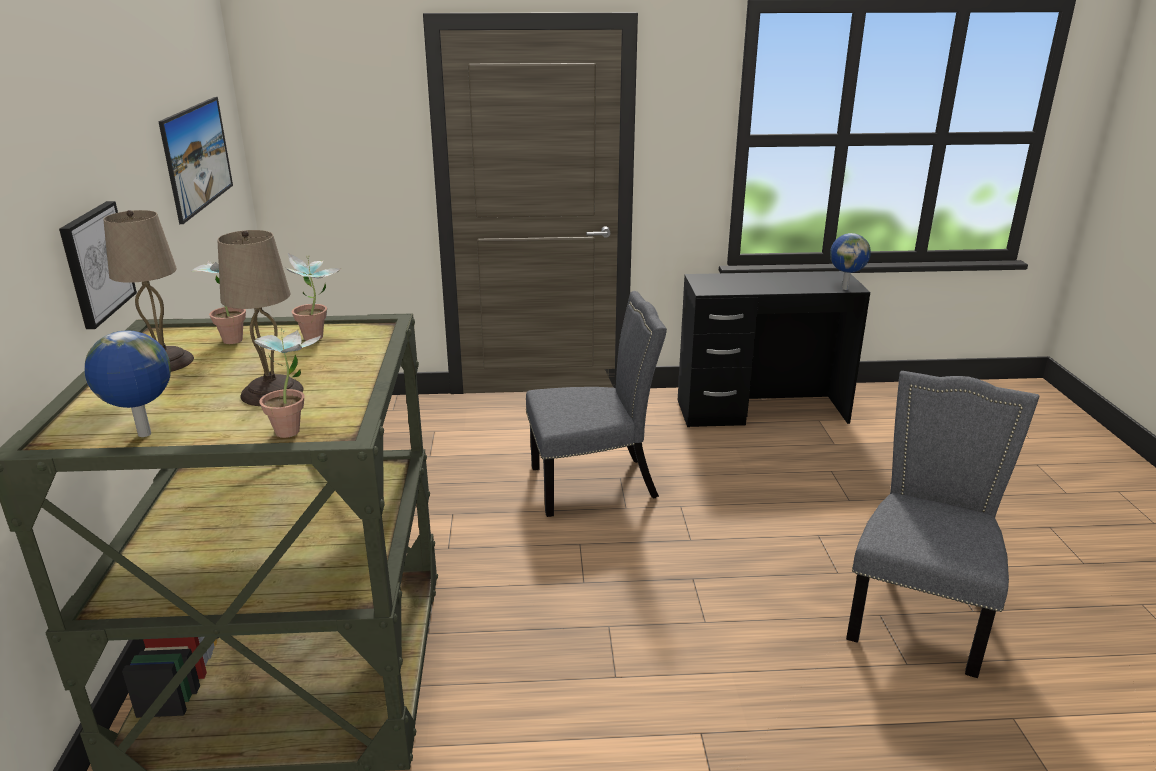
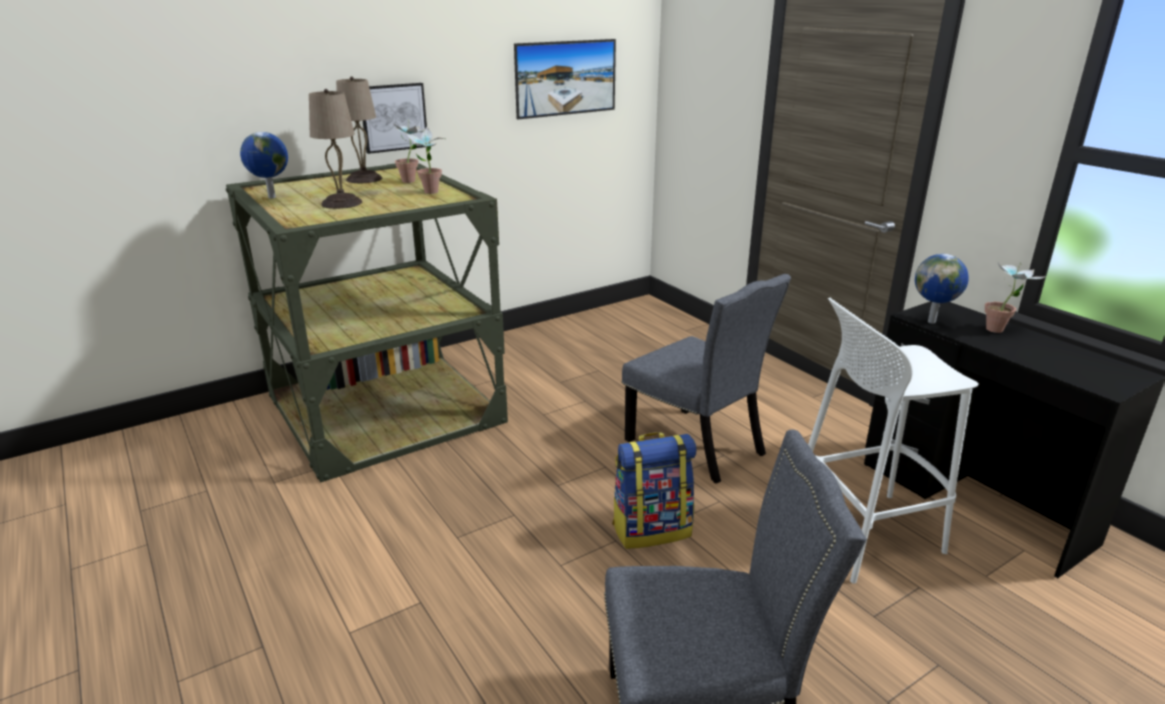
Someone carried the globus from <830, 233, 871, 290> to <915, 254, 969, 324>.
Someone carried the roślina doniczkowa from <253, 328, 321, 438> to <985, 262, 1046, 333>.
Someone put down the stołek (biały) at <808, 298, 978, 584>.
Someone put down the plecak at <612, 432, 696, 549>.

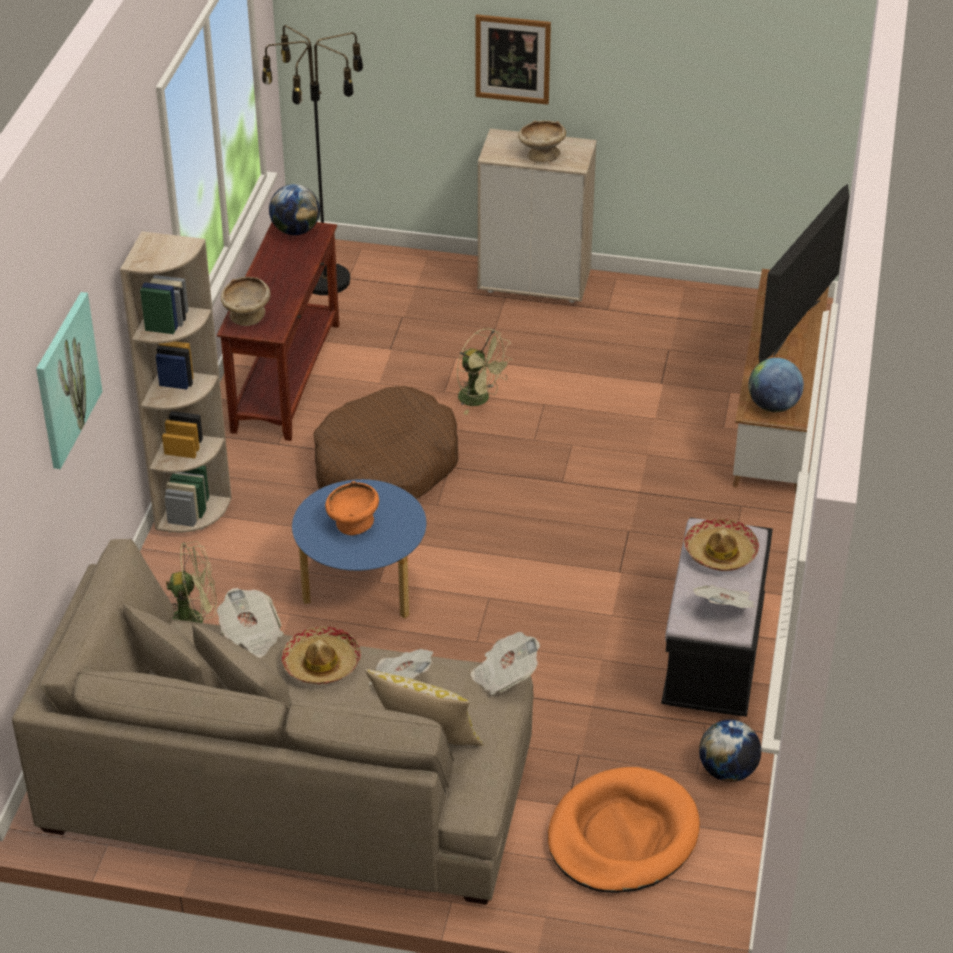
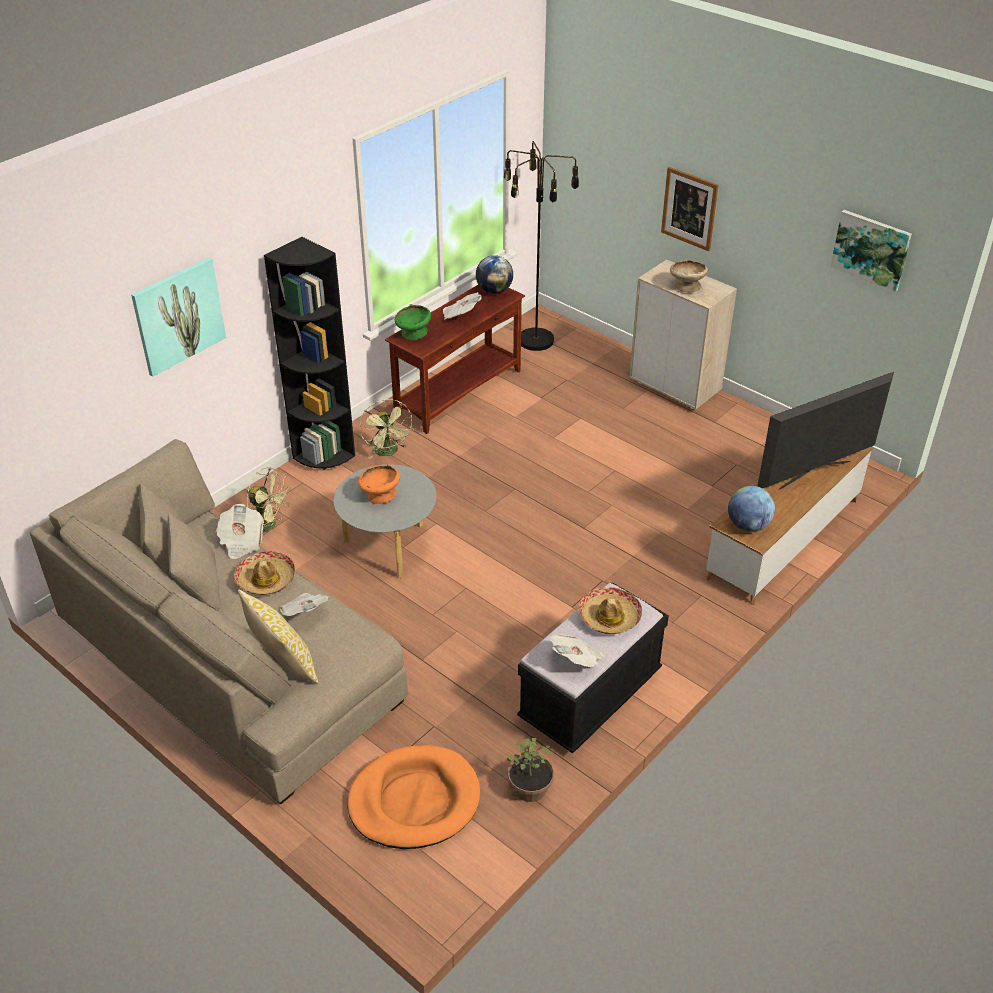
Someone repainted the regał (beżowy) at <120, 231, 232, 533>, which became the regał (czarny) at <264, 237, 355, 470>.
Someone repainted the miska (beżowy) at <221, 277, 271, 326>, which became the miska (zielony) at <395, 304, 431, 341>.
Someone carried the wentylator (zielony) from <457, 328, 513, 415> to <359, 399, 412, 459>.
Someone took away the legowisko (brązowy) at <313, 386, 458, 499>.
Someone repainted the ława (niebieski) at <292, 479, 426, 619>, which became the ława (szary) at <334, 464, 437, 579>.
Someone carried the gazeta from <470, 632, 540, 695> to <443, 292, 482, 320>.
Someone swapped the globus at <699, 720, 761, 782> for the roślina doniczkowa at <507, 738, 554, 802>.
Someone put up the obraz at <830, 210, 912, 292>.

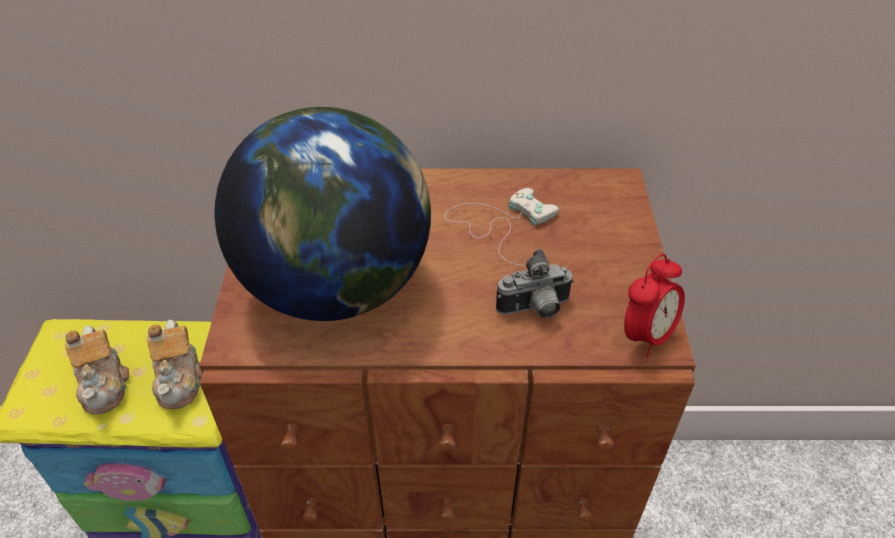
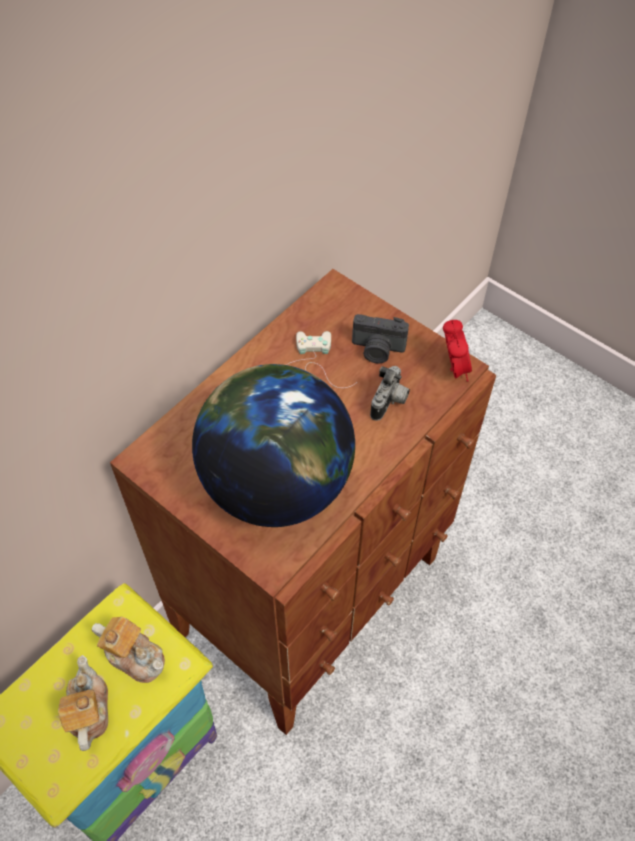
Someone rotated the imbryk at <65, 326, 129, 414> by 120 degrees counterclockwise.
Someone put down the aparat fotograficzny at <352, 314, 409, 364>.

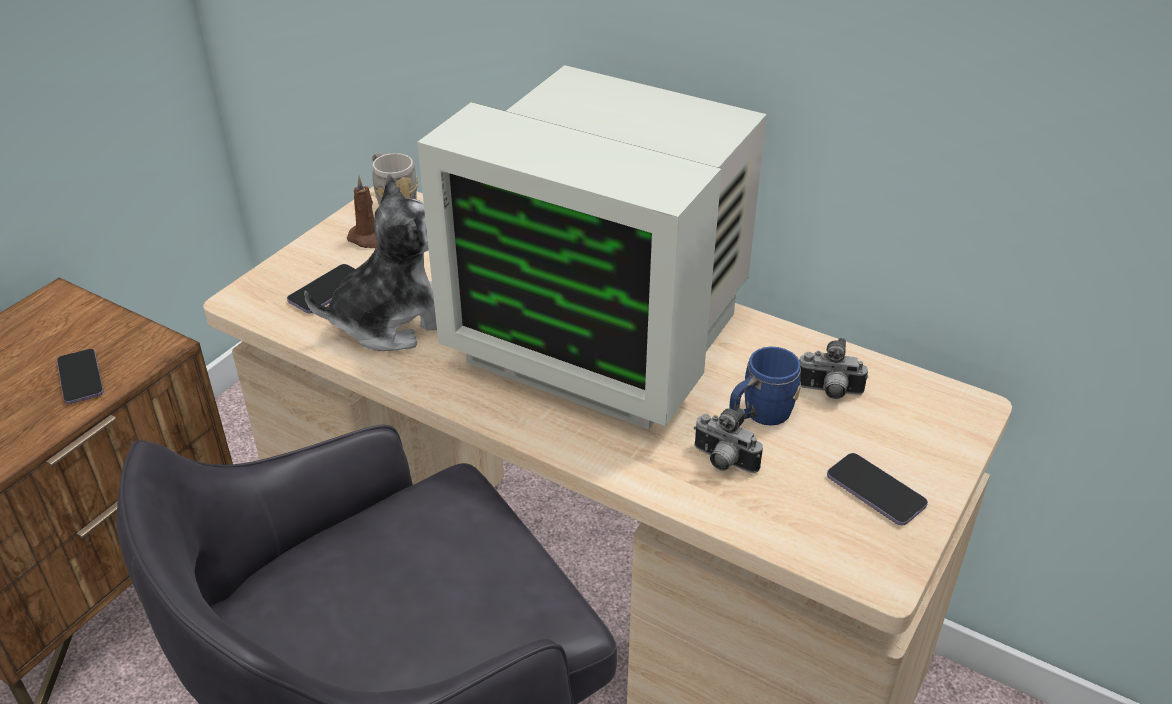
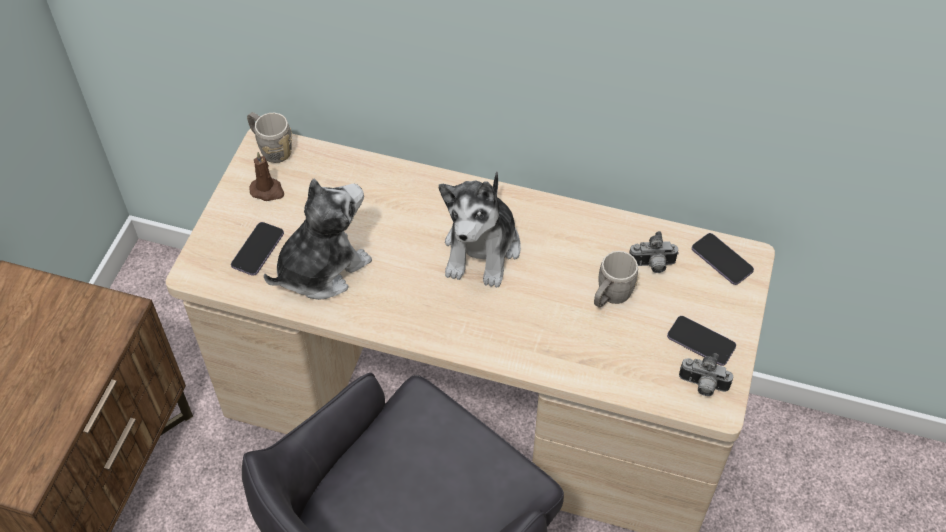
Someone swapped the monitor at <417, 65, 767, 430> for the pluszak at <439, 172, 521, 288>.
Someone repainted the kubek (niebieski) at <729, 347, 801, 426>, which became the kubek (szary) at <594, 251, 639, 308>.
Someone carried the telefon from <57, 349, 104, 404> to <692, 233, 754, 285>.
Someone carried the aparat fotograficzny from <694, 408, 763, 473> to <679, 353, 733, 396>.

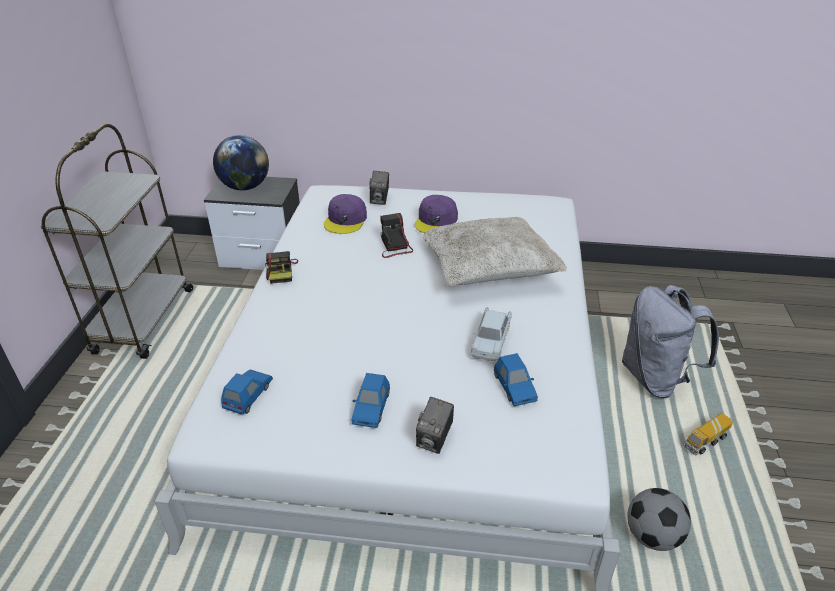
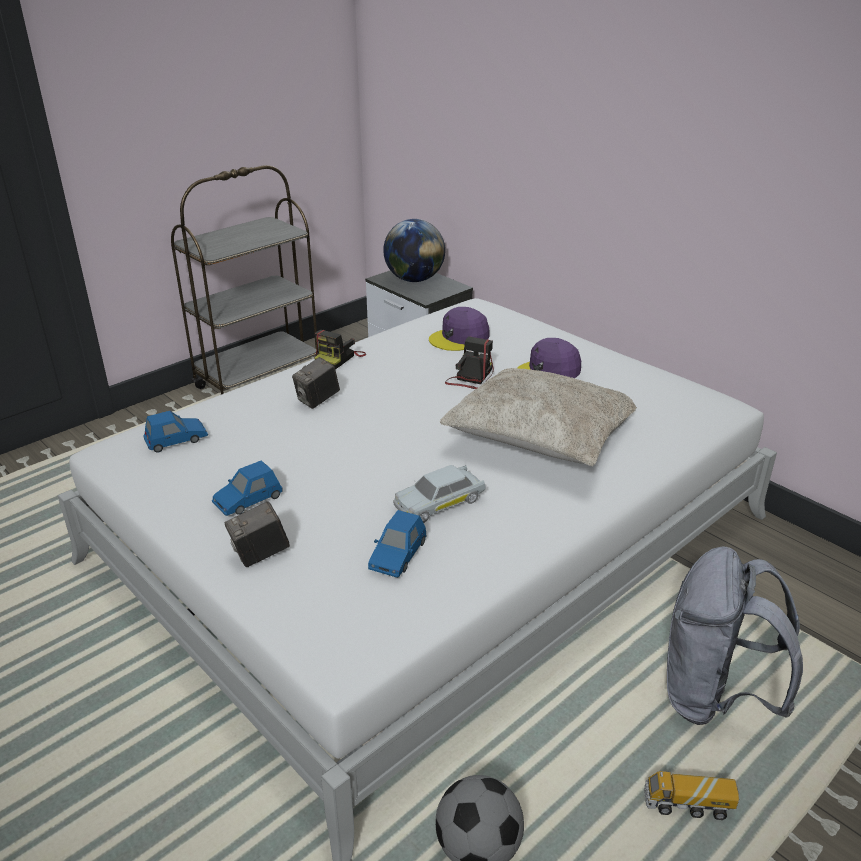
Someone carried the aparat fotograficzny from <369, 171, 389, 205> to <292, 357, 340, 409>.

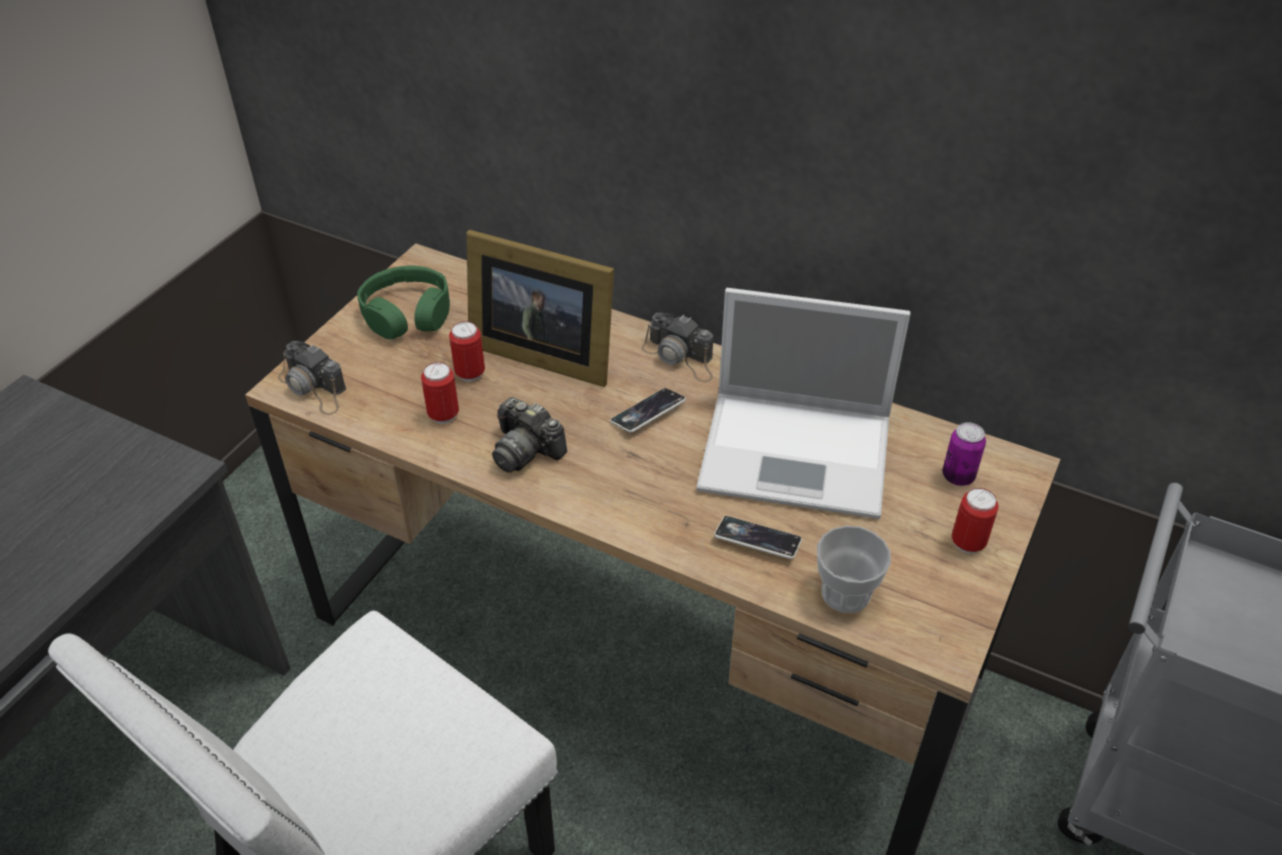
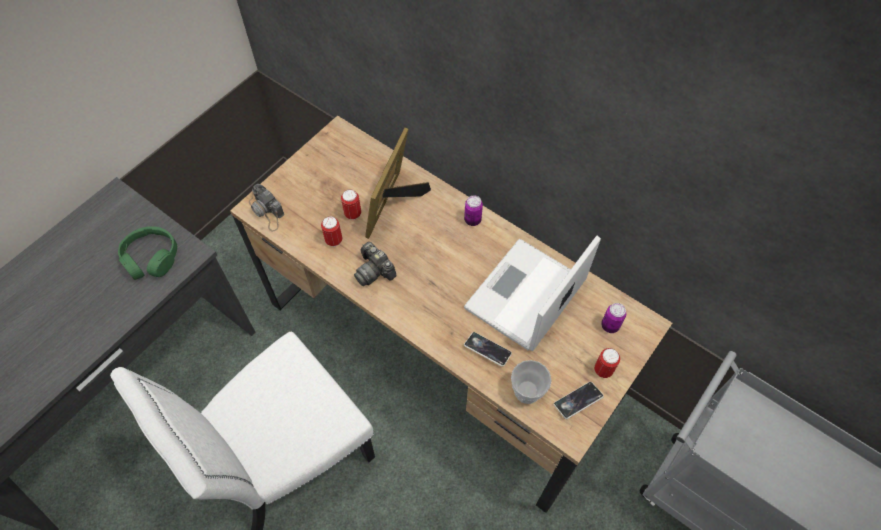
Someone rotated the ramka na zdjęcie at <467, 230, 614, 387> by 75 degrees clockwise.
Someone carried the słuchawki (zielony) from <357, 266, 450, 339> to <118, 226, 177, 280>.
Someone rotated the laptop at <696, 288, 910, 519> by 105 degrees clockwise.
Someone swapped the aparat fotograficzny at <641, 313, 714, 382> for the puszka at <464, 195, 483, 226>.
Someone carried the telefon from <610, 388, 686, 433> to <554, 382, 604, 419>.

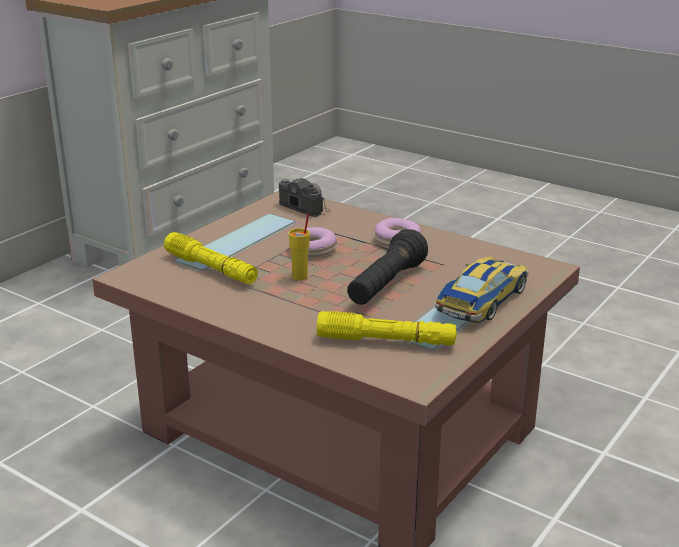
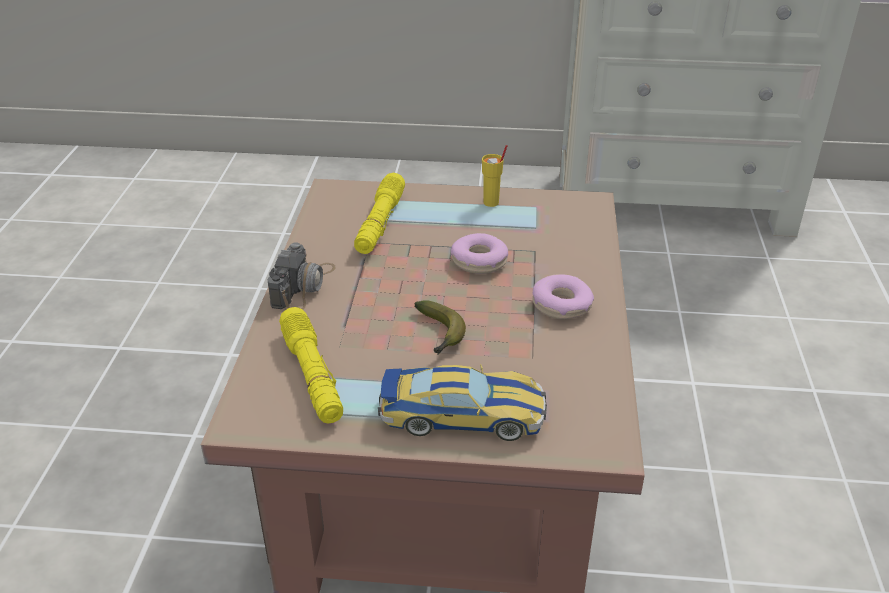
Someone carried the aparat fotograficzny from <279, 178, 331, 217> to <267, 243, 335, 310>.
Someone carried the filiżanka (żółty) from <289, 214, 310, 281> to <482, 145, 507, 207>.
Someone swapped the latarka (czarny) at <347, 229, 428, 305> for the banan at <414, 300, 466, 355>.

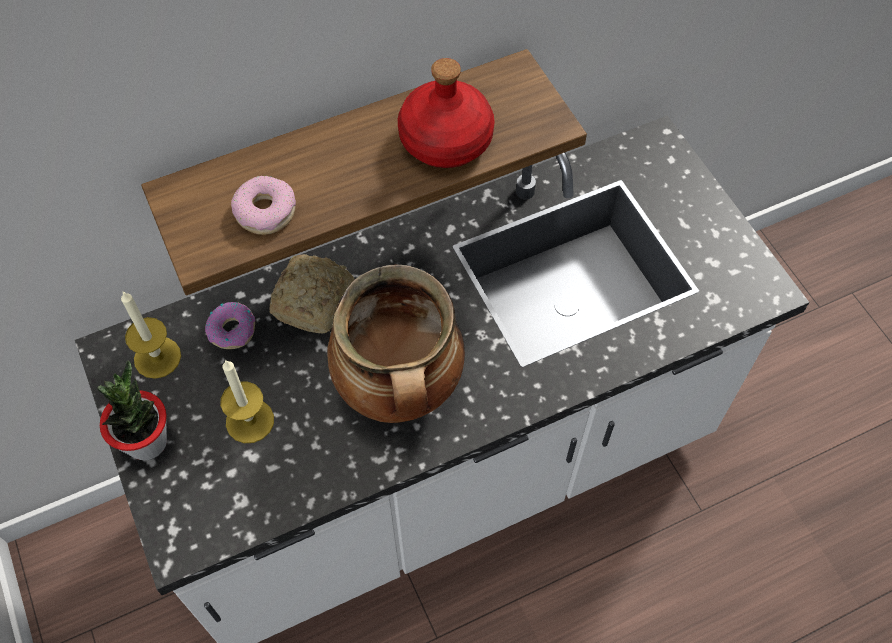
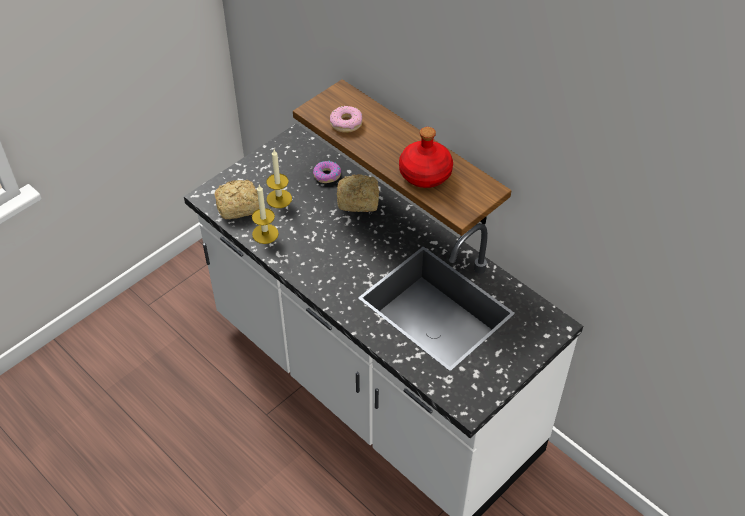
Someone took away the garnek at <327, 264, 465, 423>.
Someone carried the świeca from <121, 292, 181, 379> to <252, 185, 279, 244>.
Someone took away the roślina doniczkowa at <97, 360, 167, 460>.
Someone put down the chleb at <215, 180, 259, 219>.

